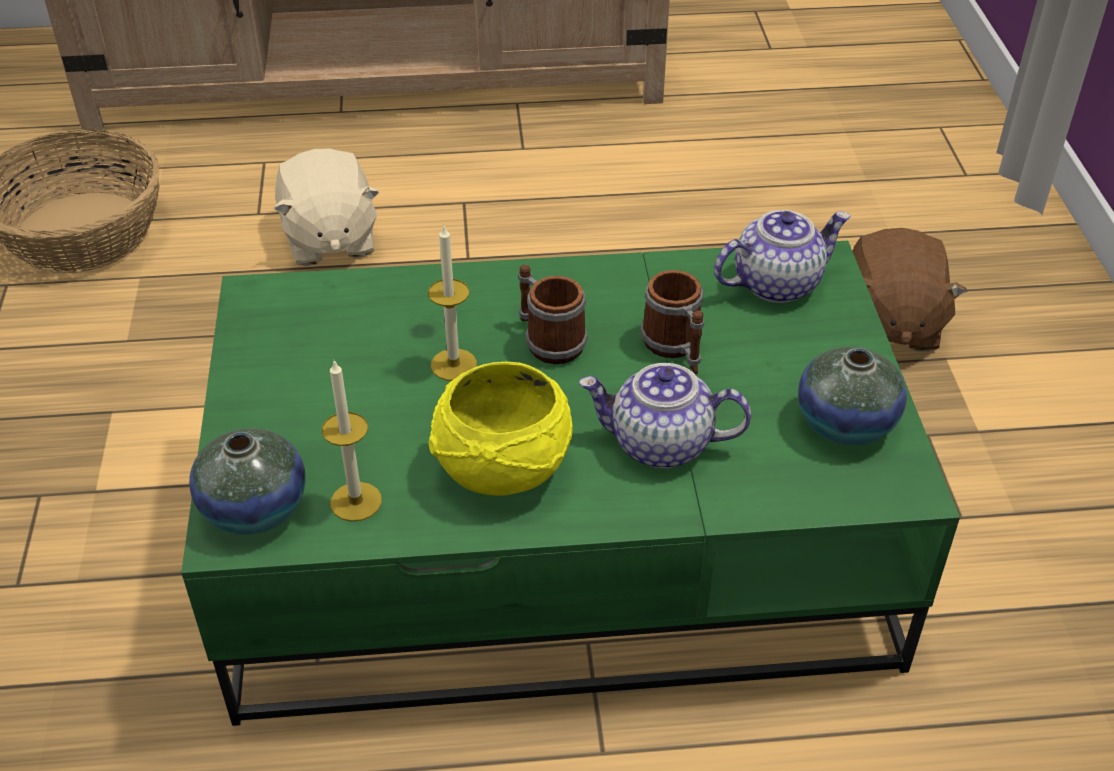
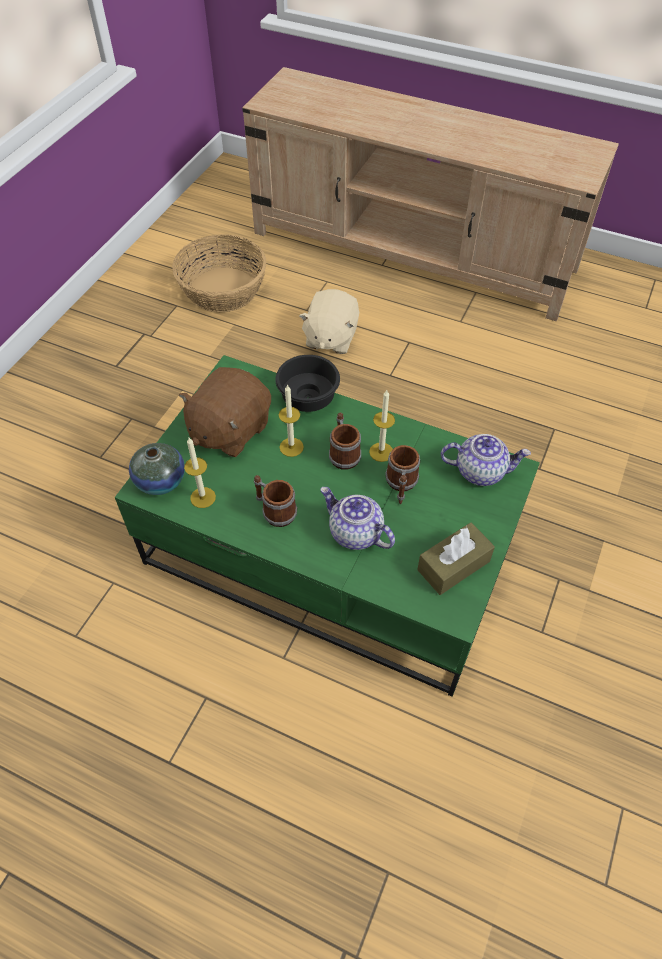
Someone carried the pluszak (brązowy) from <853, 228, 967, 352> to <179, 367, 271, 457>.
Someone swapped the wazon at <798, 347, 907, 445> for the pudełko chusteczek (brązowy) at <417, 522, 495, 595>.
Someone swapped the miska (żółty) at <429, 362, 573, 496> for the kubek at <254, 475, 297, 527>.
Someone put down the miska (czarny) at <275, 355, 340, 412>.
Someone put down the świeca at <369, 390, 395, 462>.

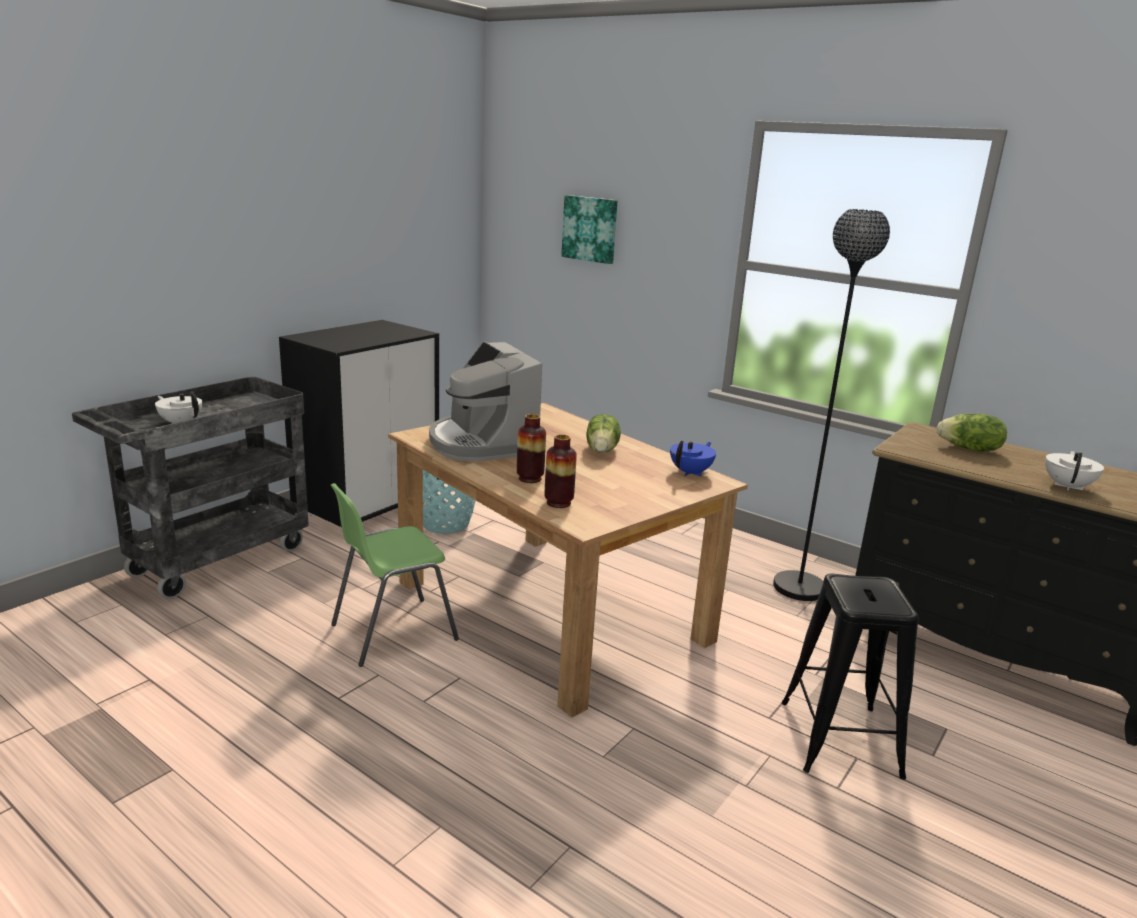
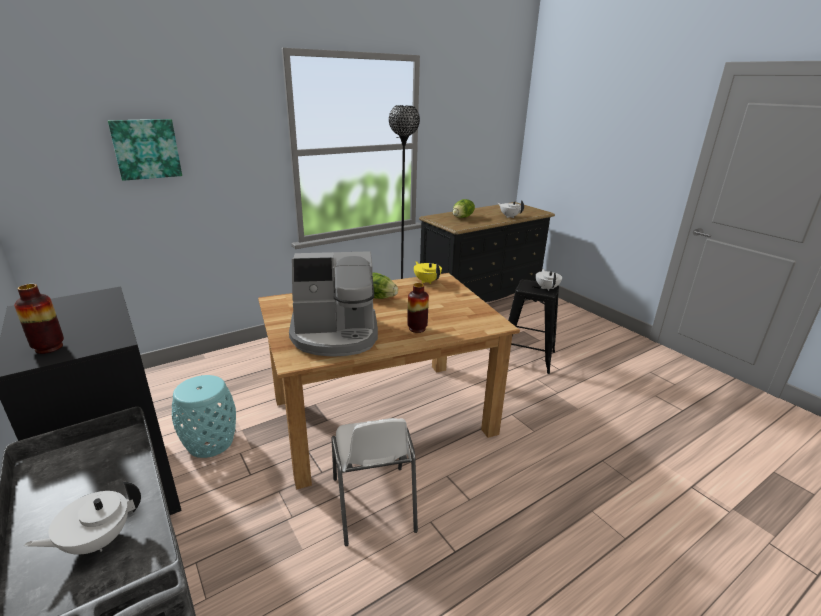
Someone carried the wazon from <545, 434, 577, 508> to <14, 284, 64, 354>.
Someone repainted the imbryk (niebieski) at <670, 440, 716, 476>, which became the imbryk (żółty) at <414, 261, 442, 284>.
Someone repainted the krzesło (zielony) at <331, 483, 459, 667>, which became the krzesło (biały) at <331, 418, 418, 546>.
Someone put down the imbryk (biały) at <536, 269, 562, 291>.

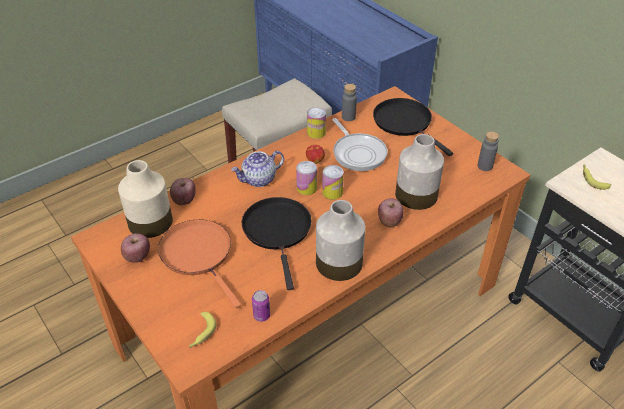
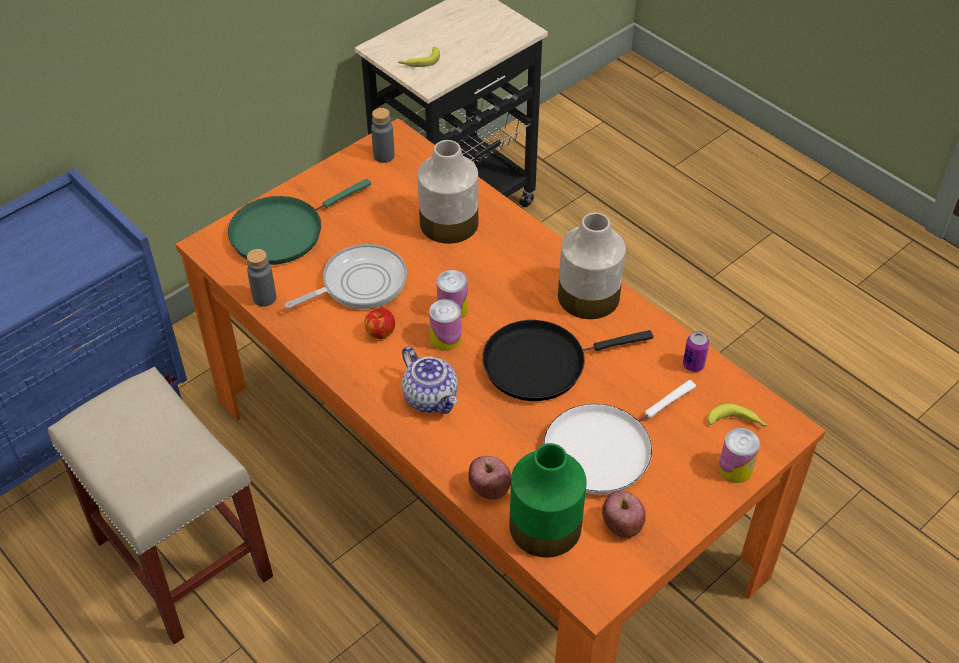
Someone repainted the patelnia (czarny) at <373, 98, 453, 156>, which became the patelnia (zielony) at <228, 179, 371, 265>.
Someone carried the puszka from <307, 107, 326, 139> to <718, 428, 760, 483>.
Someone repainted the wazon (beżowy) at <118, 160, 173, 238>, which became the wazon (zielony) at <509, 443, 587, 558>.
Someone took away the jabłko at <378, 198, 404, 227>.
Someone repainted the patelnia (pomarańczowy) at <158, 219, 241, 309>, which became the patelnia (biały) at <544, 380, 696, 495>.

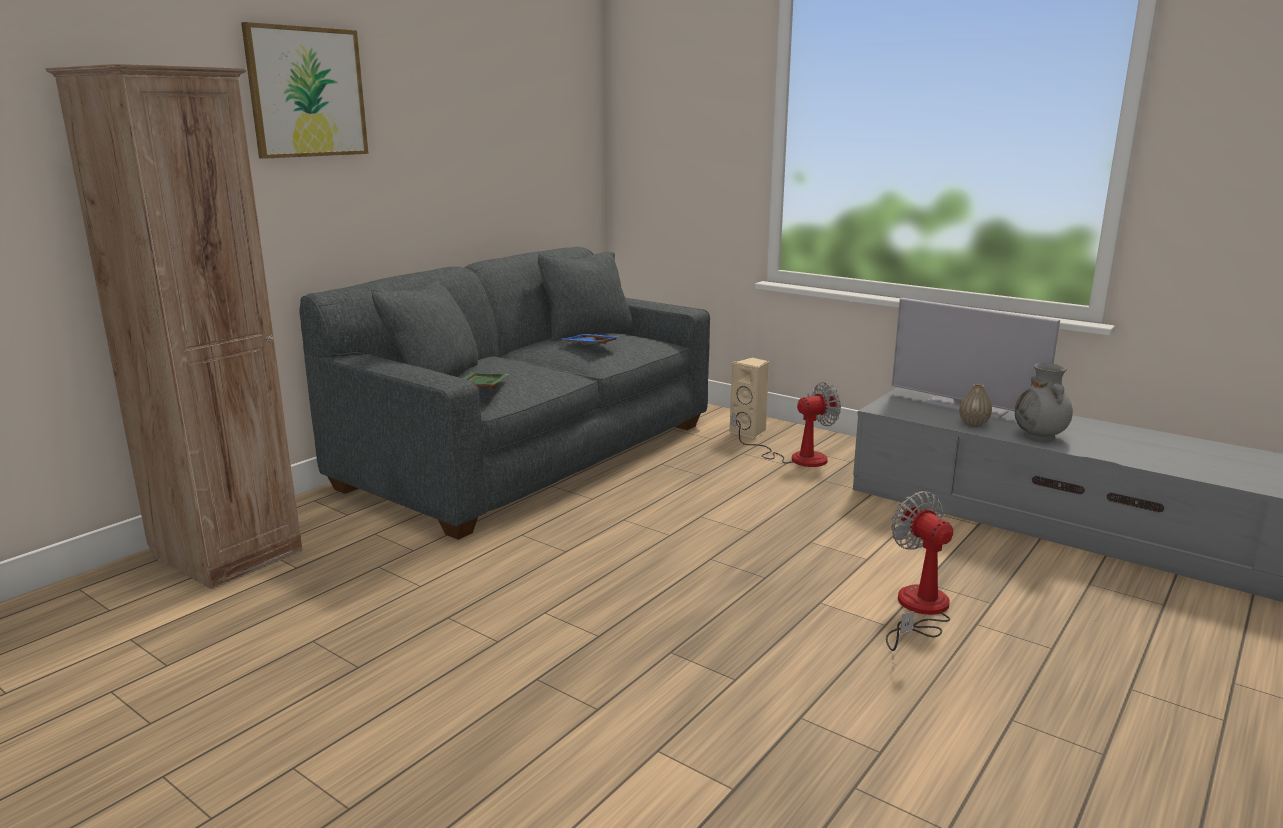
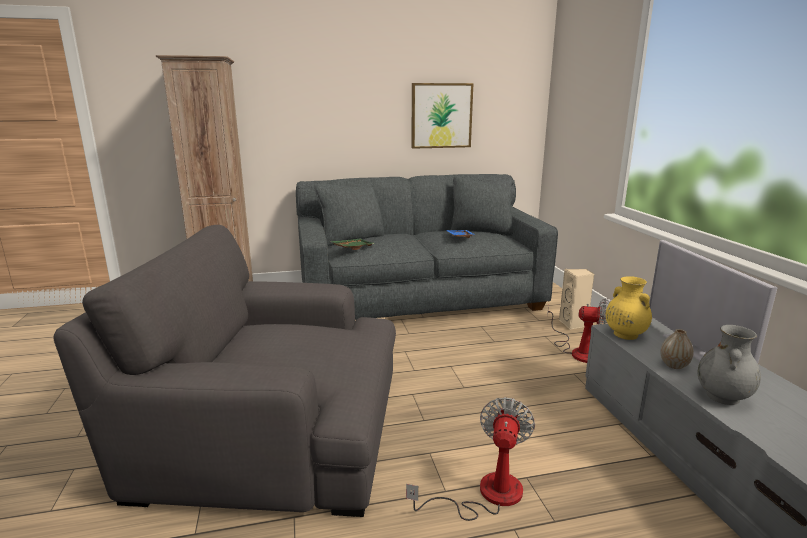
Someone carried the obraz from <241, 22, 369, 159> to <411, 83, 474, 149>.
Someone put down the fotel (szary) at <54, 225, 396, 517>.
Someone put down the wazon (żółty) at <606, 276, 652, 340>.

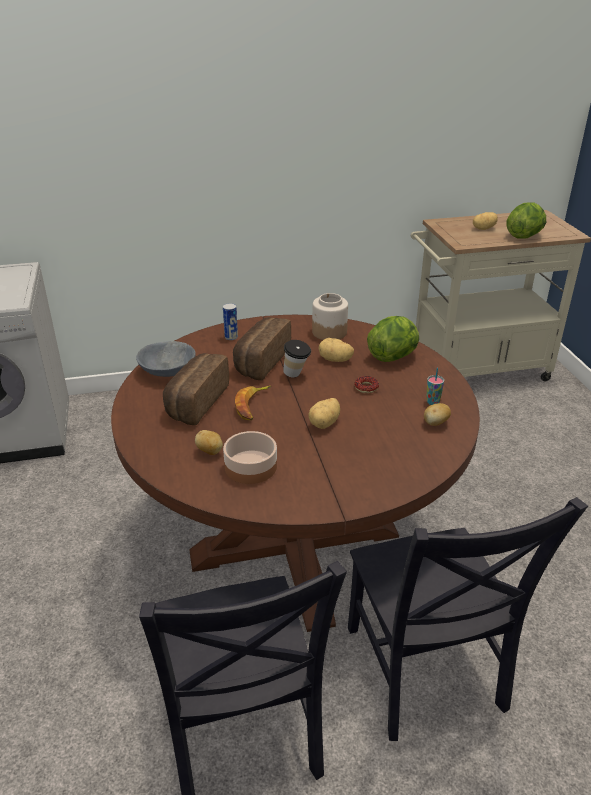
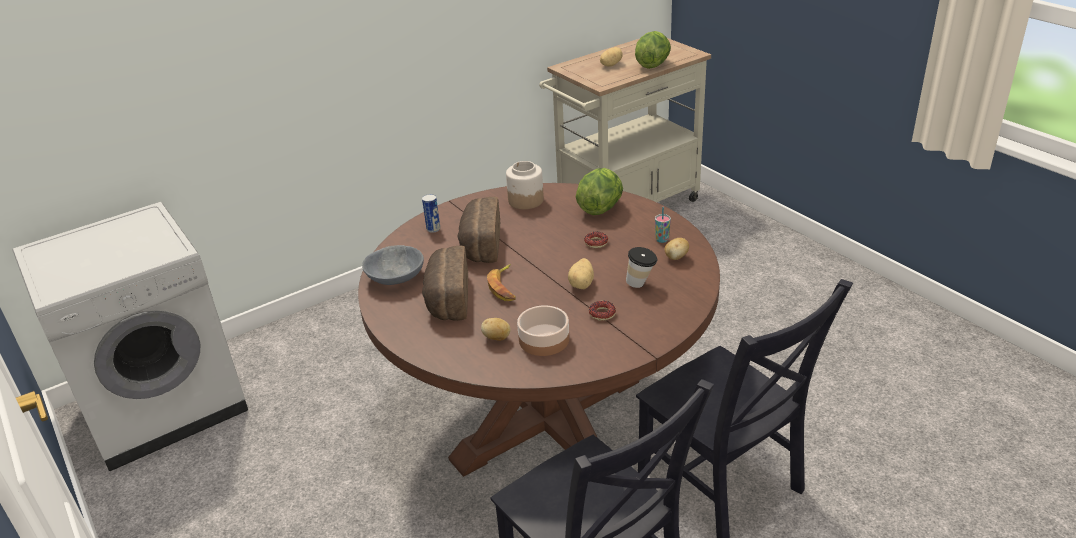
Someone took away the ziemniak at <318, 338, 354, 362>.
Someone carried the filiżanka from <283, 340, 311, 377> to <626, 247, 657, 288>.
Someone put down the donut at <589, 301, 616, 321>.

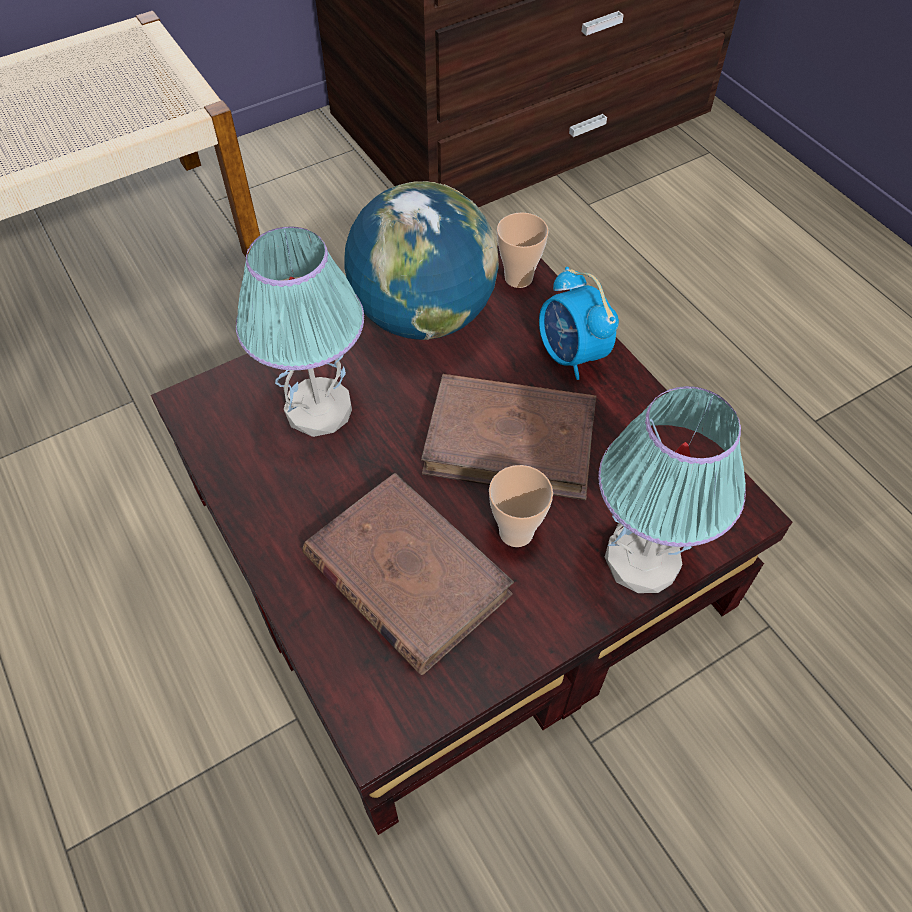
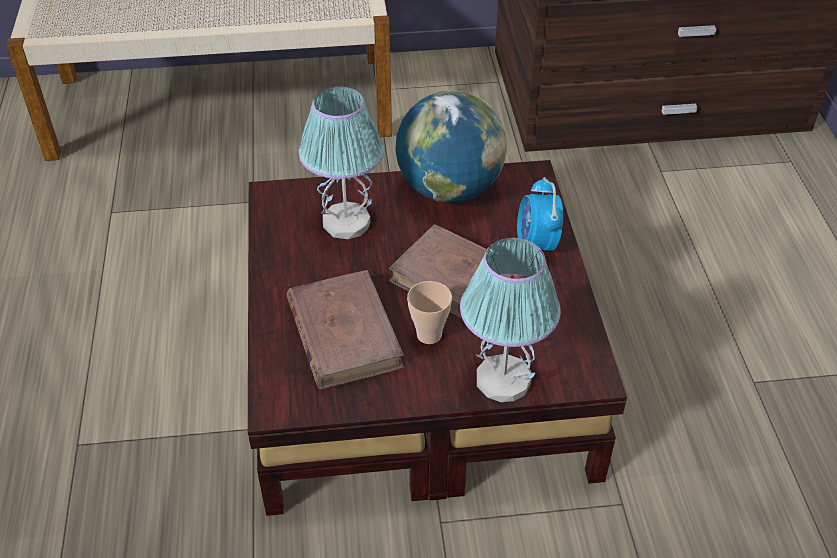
Someone took away the filiżanka at <497, 212, 549, 288>.

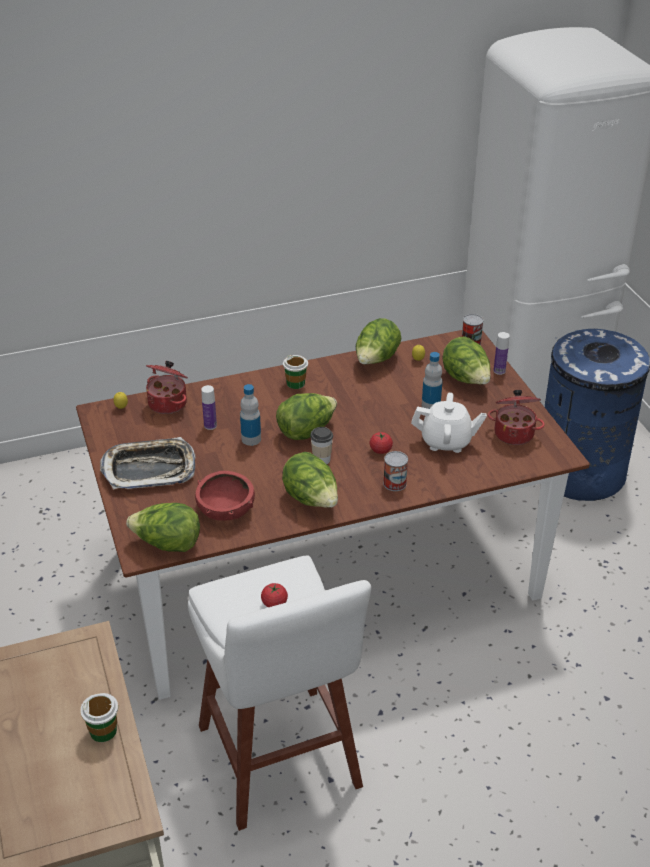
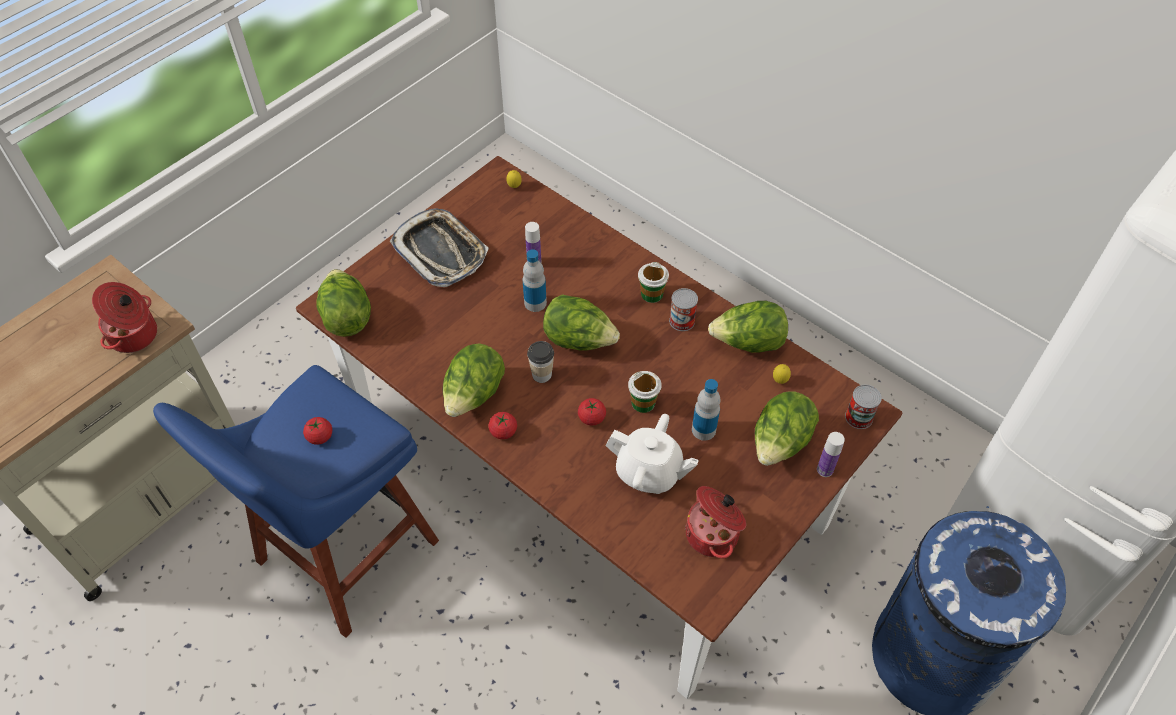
Someone carried the garnek from <146, 361, 188, 414> to <92, 282, 157, 353>.
Someone rotated the imbryk (biały) at <411, 392, 487, 453> by 45 degrees counterclockwise.
Someone carried the puszka from <383, 451, 408, 491> to <669, 288, 698, 331>.
Someone took away the miska (czerwony) at <195, 471, 255, 521>.
Someone repainted the stołek (biały) at <188, 556, 371, 831>, which became the stołek (niebieski) at <153, 365, 439, 638>.
Someone carried the filiżanka from <80, 693, 118, 742> to <628, 371, 662, 413>.
Someone put down the pomidor at <489, 412, 517, 439>.

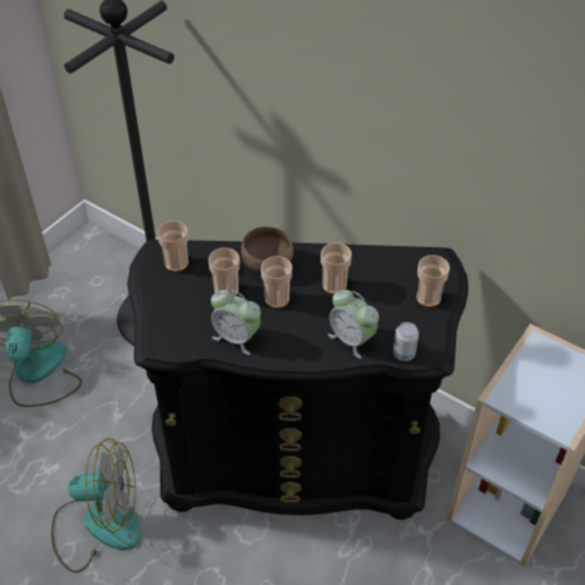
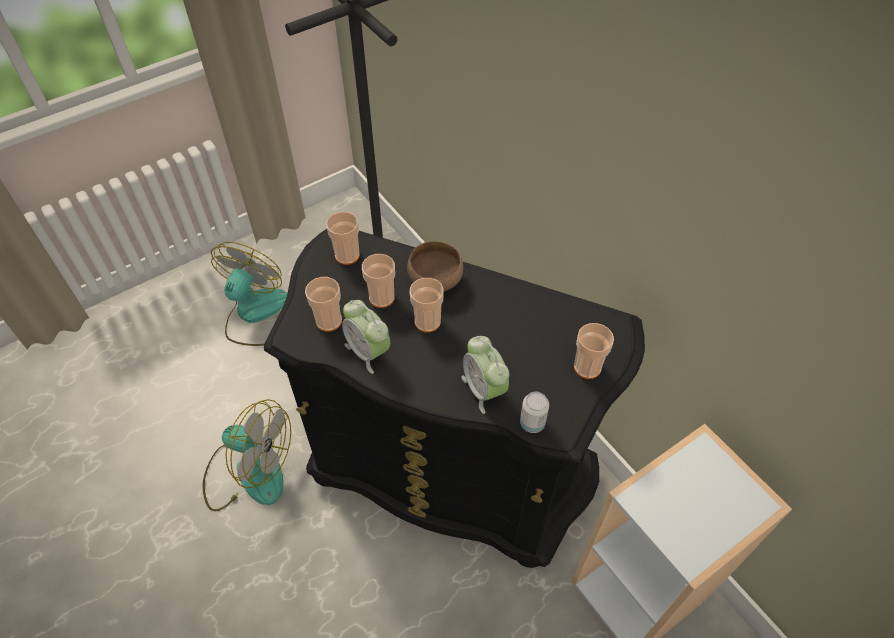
Someone carried the filiżanka from <321, 243, 352, 294> to <305, 277, 342, 332>.

